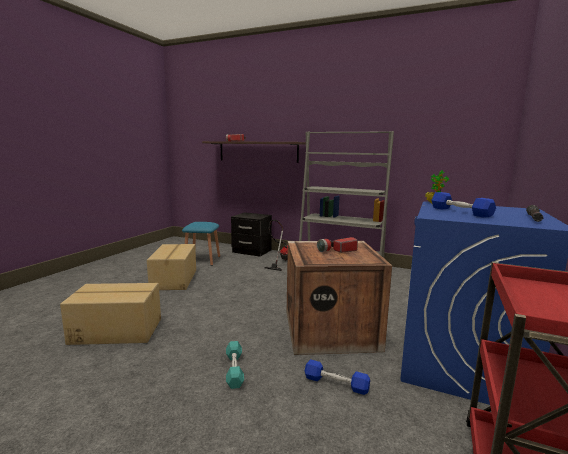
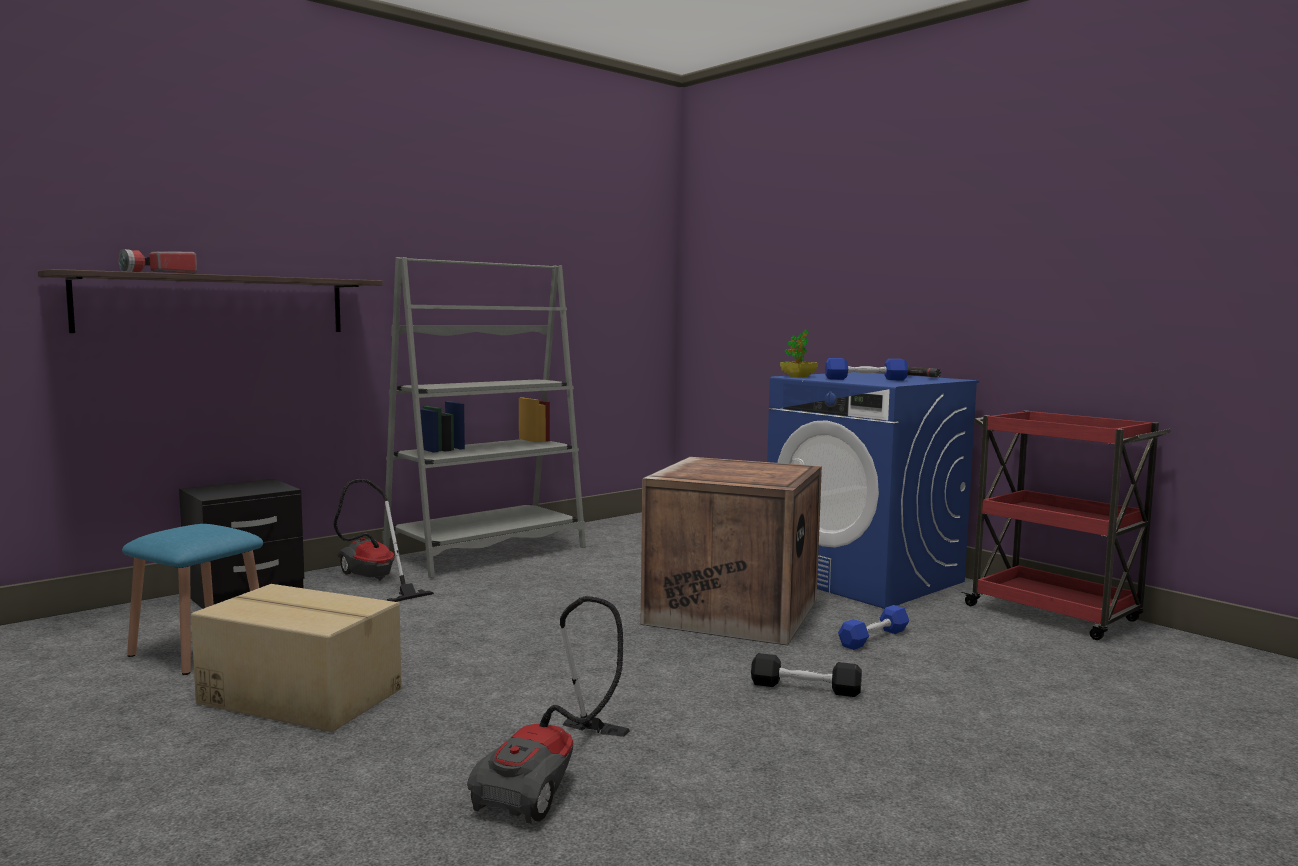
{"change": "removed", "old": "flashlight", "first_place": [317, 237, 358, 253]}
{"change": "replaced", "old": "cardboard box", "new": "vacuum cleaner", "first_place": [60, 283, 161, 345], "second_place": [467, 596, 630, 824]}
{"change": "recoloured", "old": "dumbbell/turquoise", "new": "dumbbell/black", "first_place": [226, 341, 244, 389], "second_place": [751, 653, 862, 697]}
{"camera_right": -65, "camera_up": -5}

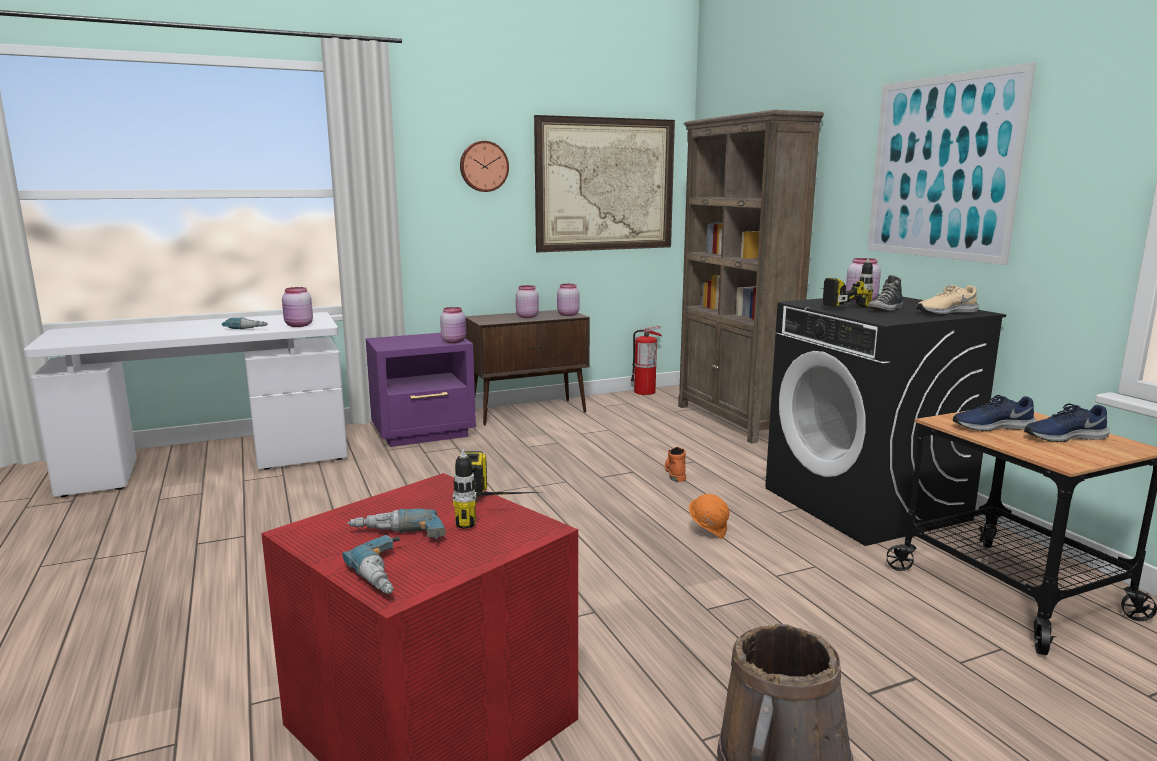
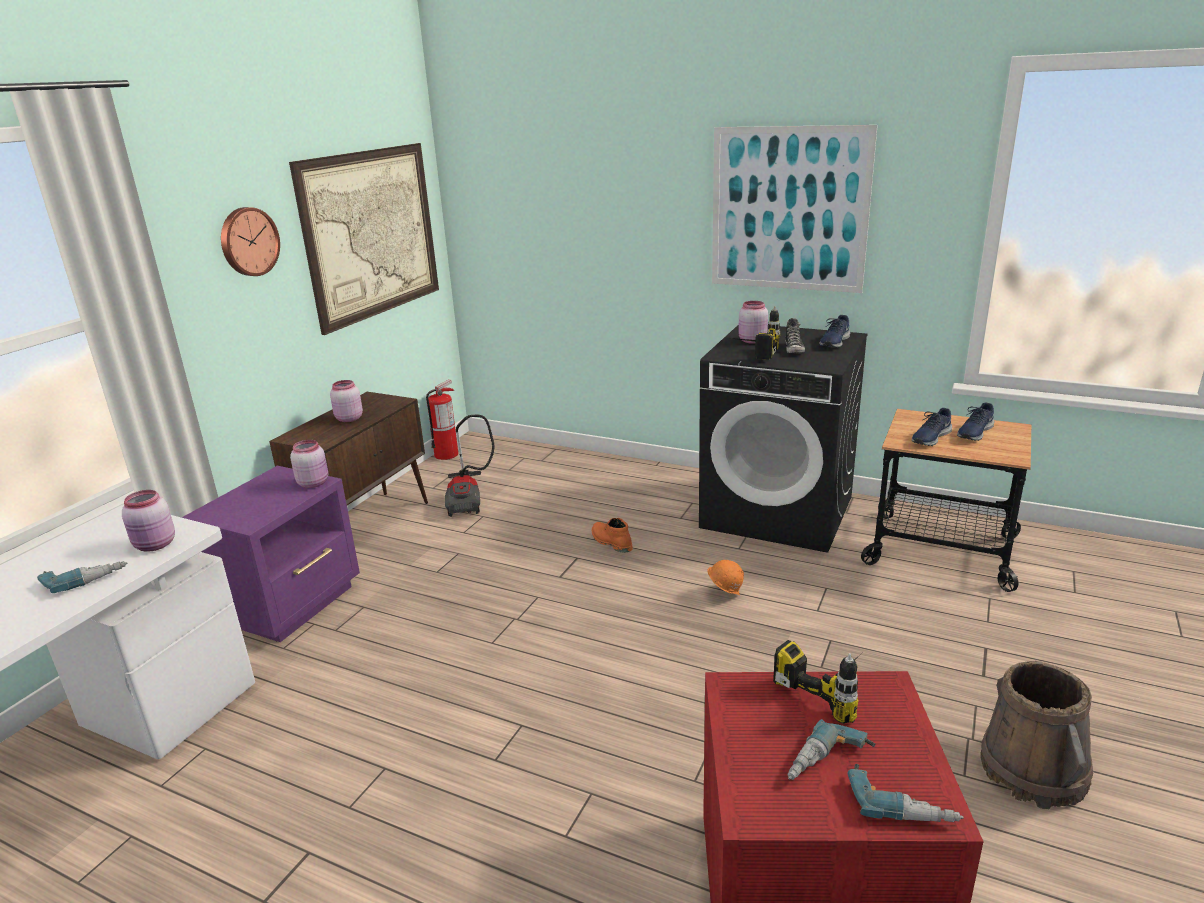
{"change": "removed", "old": "jar/pink", "first_place": [557, 284, 580, 316]}
{"change": "removed", "old": "bookcase/brown", "first_place": [678, 110, 824, 443]}
{"change": "added", "new": "vacuum cleaner", "second_place": [445, 414, 494, 517]}
{"change": "recoloured", "old": "shoe/beige", "new": "shoe/blue", "first_place": [917, 285, 979, 315], "second_place": [819, 315, 850, 348]}
{"camera_right": -40, "camera_up": 10}

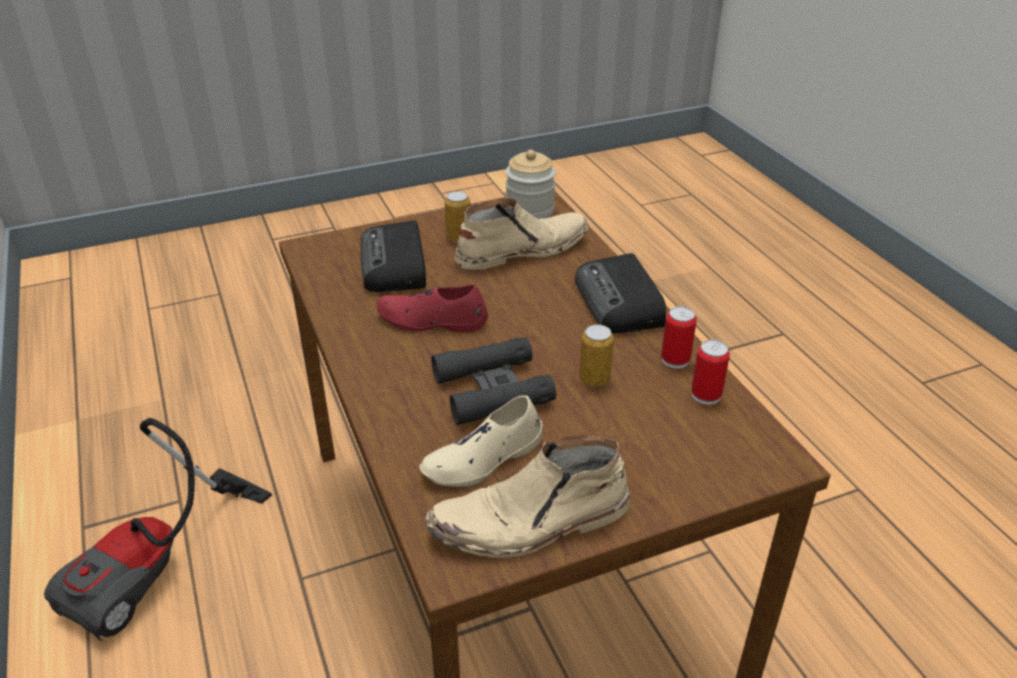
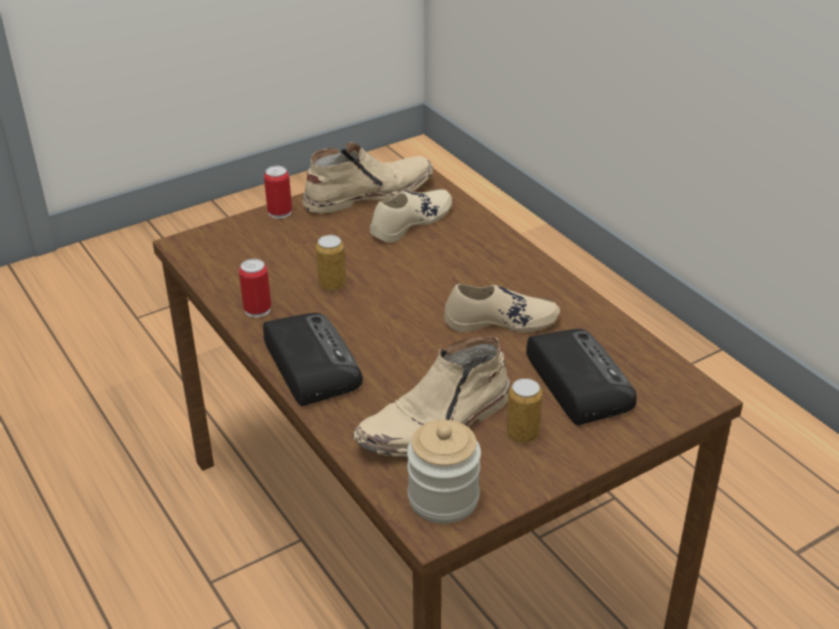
{"change": "removed", "old": "vacuum cleaner", "first_place": [44, 418, 272, 641]}
{"change": "removed", "old": "binoculars/black", "first_place": [431, 337, 556, 425]}
{"change": "moved", "old": "can", "first_place": [691, 340, 730, 405], "second_place": [264, 166, 292, 219]}
{"change": "recoloured", "old": "shoe/red", "new": "shoe/beige", "first_place": [376, 284, 488, 333], "second_place": [444, 284, 560, 333]}
{"camera_right": 170, "camera_up": 0}

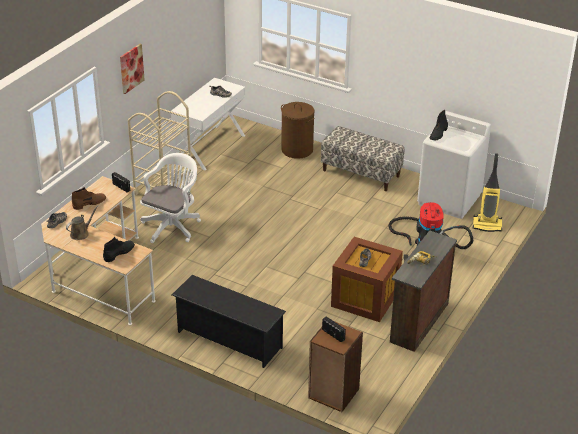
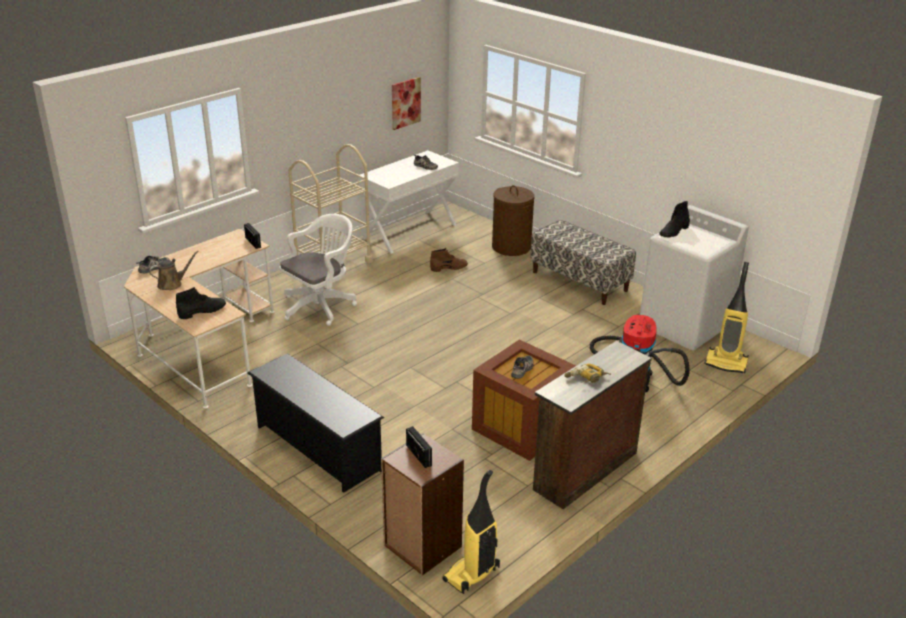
{"change": "added", "new": "vacuum cleaner", "second_place": [442, 470, 500, 594]}
{"change": "moved", "old": "boot/brown", "first_place": [72, 187, 106, 210], "second_place": [430, 248, 468, 272]}
{"change": "moved", "old": "picture", "first_place": [120, 44, 145, 94], "second_place": [392, 77, 421, 130]}
{"camera_right": 15, "camera_up": -5}

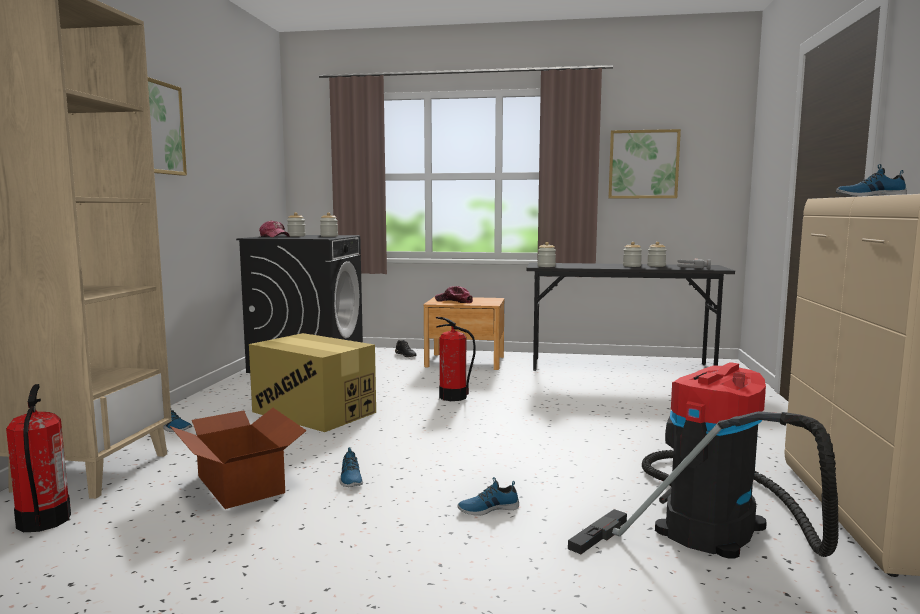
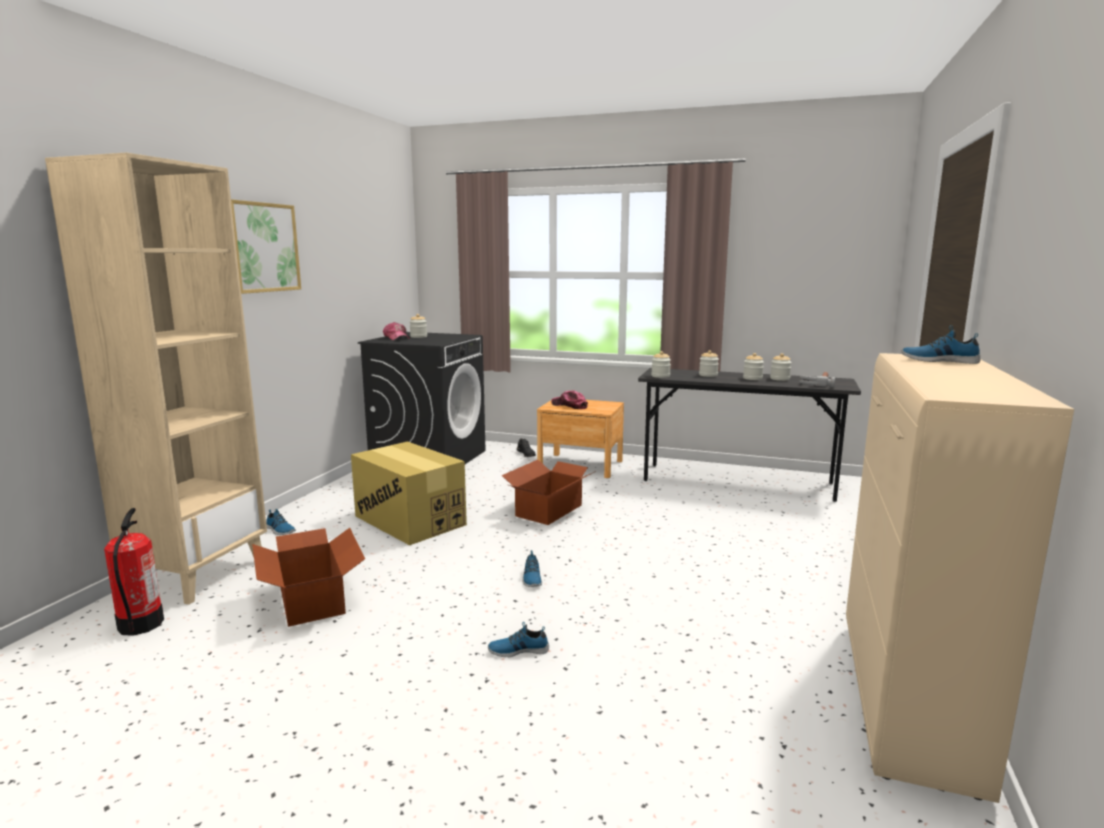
{"change": "removed", "old": "vacuum cleaner", "first_place": [568, 362, 839, 559]}
{"change": "removed", "old": "picture", "first_place": [608, 129, 681, 198]}
{"change": "moved", "old": "jar", "first_place": [320, 212, 338, 237], "second_place": [699, 350, 719, 377]}
{"change": "moved", "old": "shoe", "first_place": [339, 447, 363, 487], "second_place": [522, 550, 542, 587]}
{"change": "replaced", "old": "fire extinguisher", "new": "cardboard box", "first_place": [436, 317, 476, 401], "second_place": [502, 460, 596, 525]}
{"camera_right": 10, "camera_up": 5}

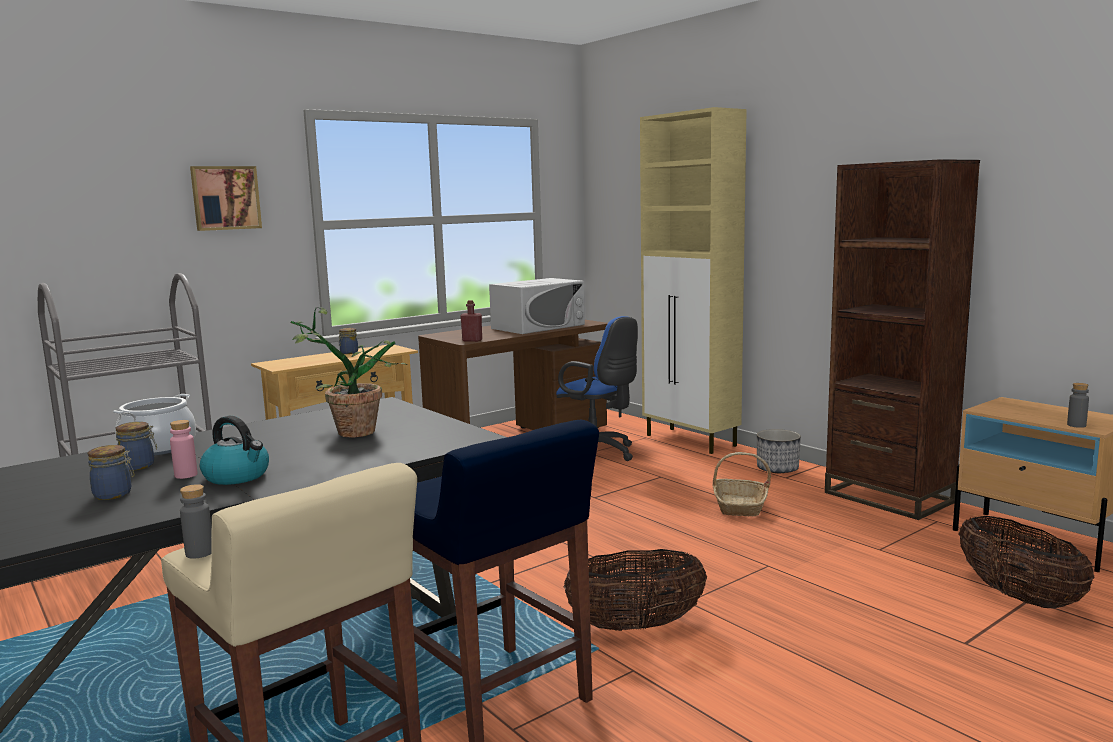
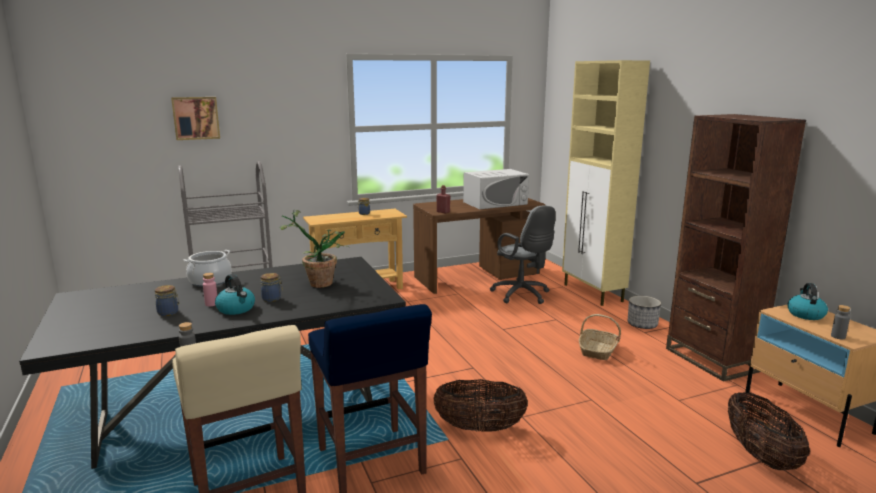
{"change": "added", "new": "kettle", "second_place": [787, 283, 828, 320]}
{"change": "moved", "old": "jar", "first_place": [115, 422, 157, 471], "second_place": [261, 273, 283, 302]}
{"change": "moved", "old": "picture", "first_place": [190, 166, 262, 231], "second_place": [171, 97, 220, 140]}
{"change": "recoloured", "old": "office chair/blue", "new": "office chair/grey", "first_place": [556, 316, 638, 461], "second_place": [490, 205, 556, 304]}
{"camera_right": 15, "camera_up": 5}

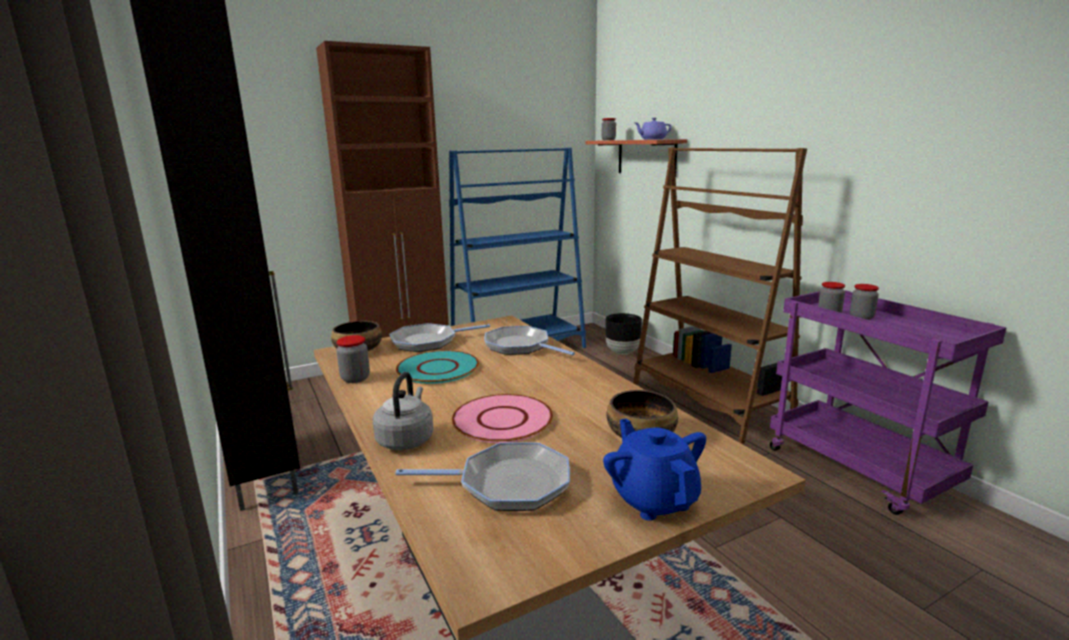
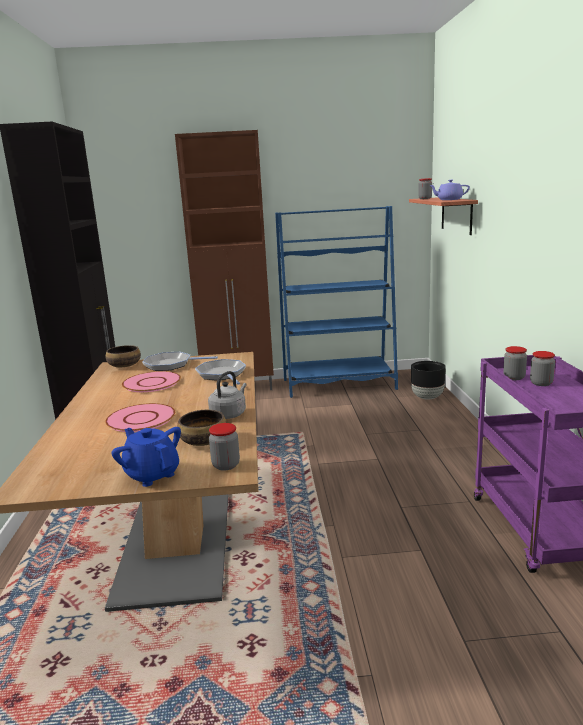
{"change": "removed", "old": "frying pan", "first_place": [395, 442, 570, 511]}
{"change": "removed", "old": "bookcase/brown", "first_place": [633, 147, 807, 444]}
{"change": "moved", "old": "jar", "first_place": [336, 335, 370, 383], "second_place": [209, 423, 240, 471]}
{"change": "moved", "old": "kettle/grey", "first_place": [373, 372, 434, 450], "second_place": [208, 371, 247, 419]}
{"change": "recoloured", "old": "plate/turquoise", "new": "plate/pink", "first_place": [396, 350, 479, 384], "second_place": [122, 371, 181, 392]}
{"change": "turned", "old": "teapot/blue", "first_place": [603, 418, 706, 521], "second_place": [111, 427, 181, 487], "degrees": -45}
{"camera_right": 25, "camera_up": 0}

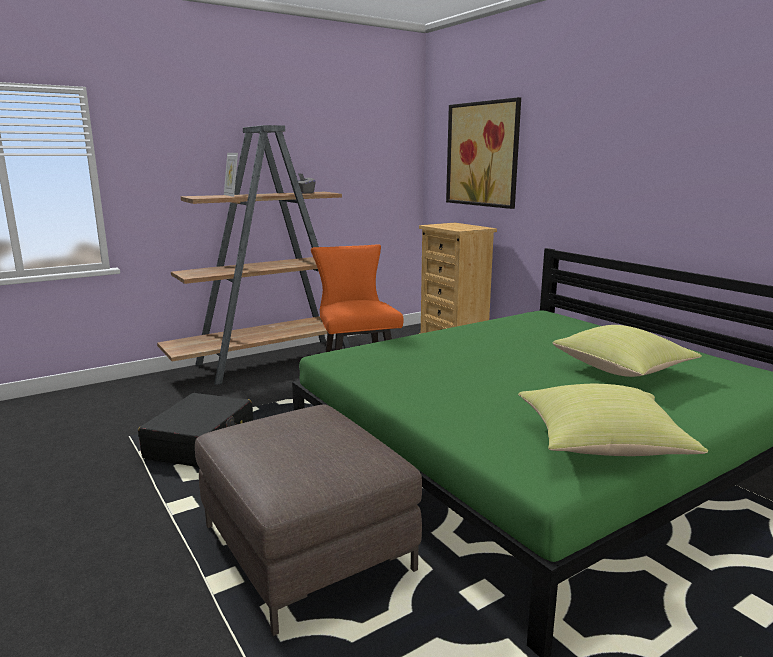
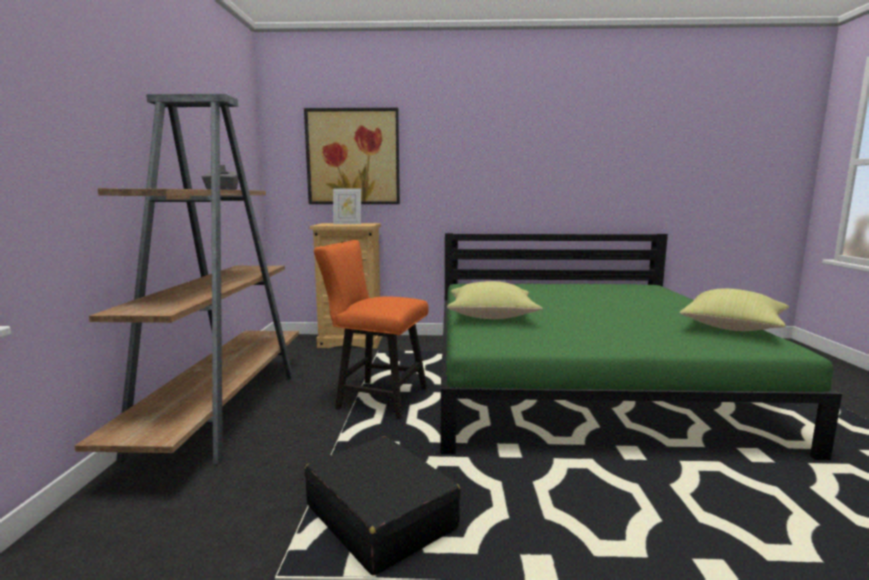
{"change": "removed", "old": "ottoman/brown", "first_place": [195, 404, 422, 636]}
{"change": "moved", "old": "picture frame", "first_place": [224, 153, 238, 197], "second_place": [333, 189, 361, 224]}
{"change": "moved", "old": "pillow/yellow", "first_place": [553, 325, 702, 377], "second_place": [447, 281, 542, 319]}
{"camera_right": -55, "camera_up": -5}

